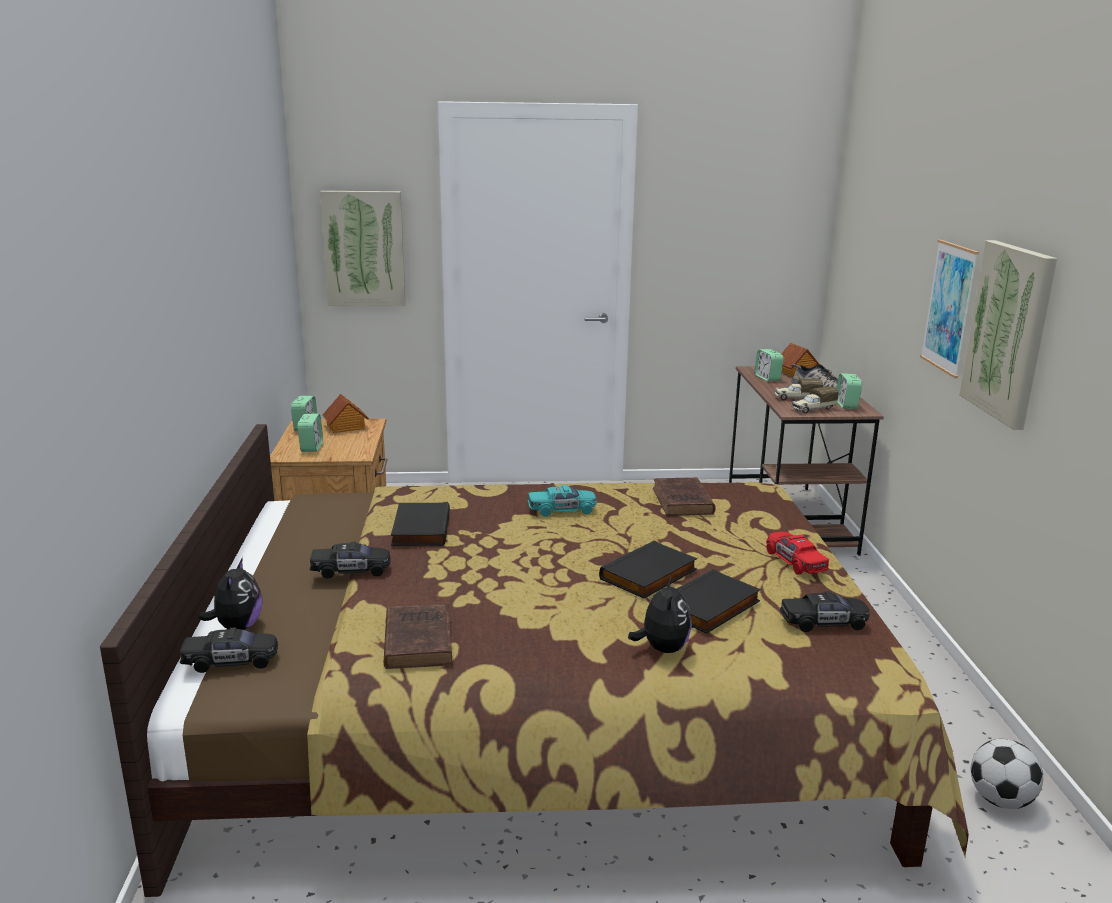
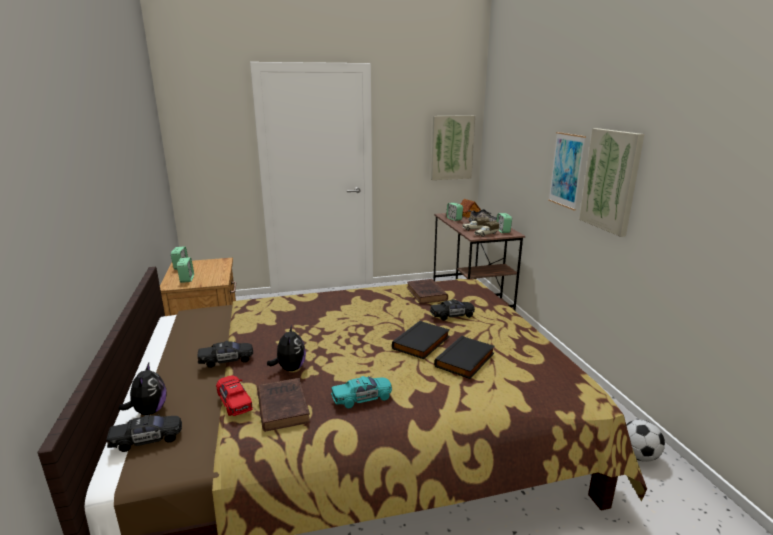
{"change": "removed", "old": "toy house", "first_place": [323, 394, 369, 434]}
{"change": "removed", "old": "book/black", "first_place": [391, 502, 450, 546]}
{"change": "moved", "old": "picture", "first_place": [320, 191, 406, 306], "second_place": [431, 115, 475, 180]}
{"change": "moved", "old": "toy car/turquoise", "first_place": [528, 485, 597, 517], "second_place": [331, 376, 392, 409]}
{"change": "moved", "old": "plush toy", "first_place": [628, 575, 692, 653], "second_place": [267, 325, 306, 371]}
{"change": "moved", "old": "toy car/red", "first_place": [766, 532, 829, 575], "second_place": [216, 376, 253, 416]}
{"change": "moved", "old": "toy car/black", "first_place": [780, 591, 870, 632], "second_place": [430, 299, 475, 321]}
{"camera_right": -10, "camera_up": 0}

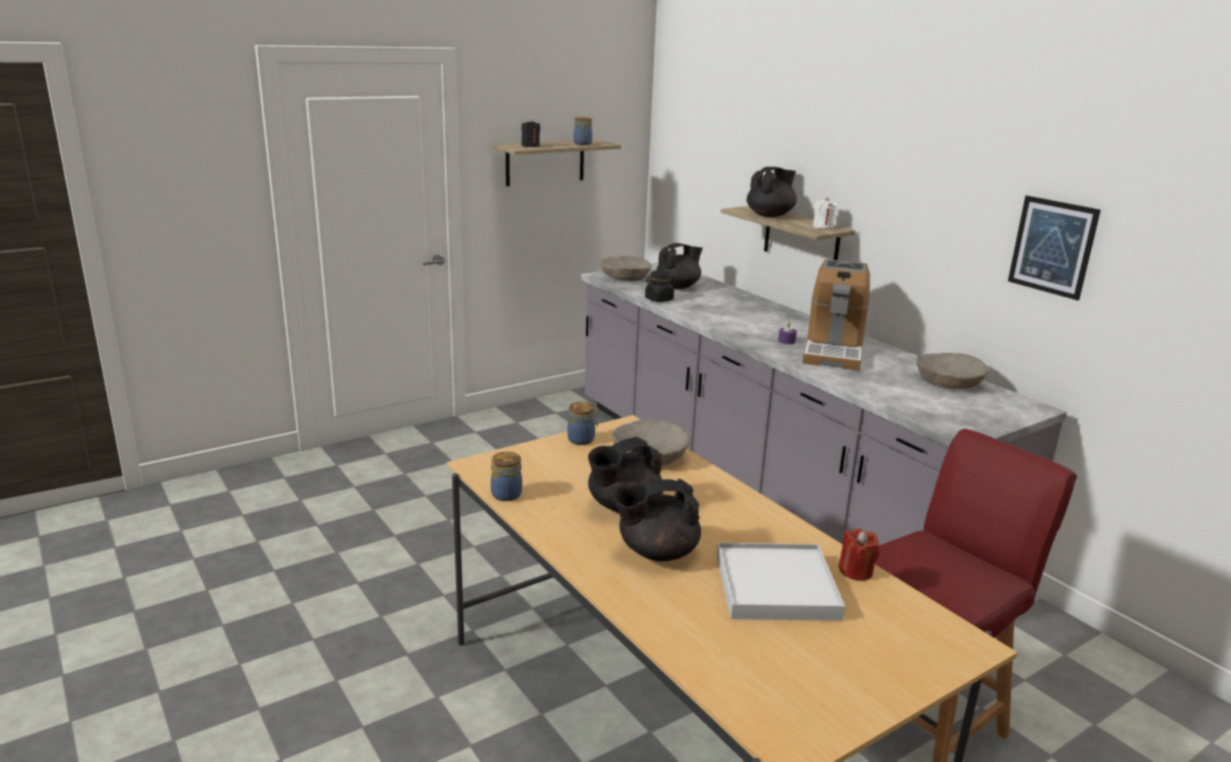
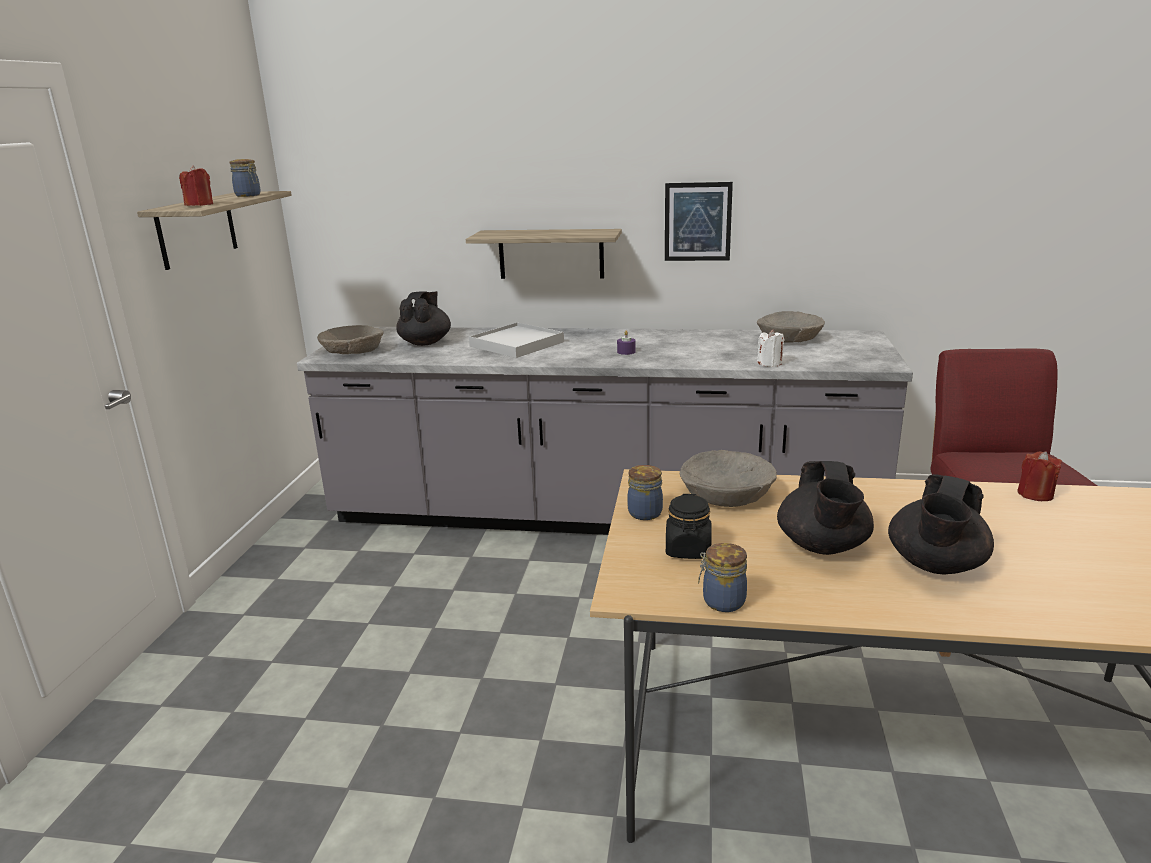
{"change": "removed", "old": "teapot/black", "first_place": [746, 167, 797, 217]}
{"change": "removed", "old": "coffee machine", "first_place": [803, 259, 870, 371]}
{"change": "moved", "old": "jar/black", "first_place": [645, 271, 674, 302], "second_place": [666, 494, 712, 559]}
{"change": "moved", "old": "tray/white", "first_place": [716, 543, 845, 621], "second_place": [469, 322, 564, 358]}
{"change": "moved", "old": "candle/white", "first_place": [813, 198, 837, 229], "second_place": [757, 329, 784, 367]}
{"change": "moved", "old": "picture", "first_place": [1008, 196, 1101, 300], "second_place": [665, 182, 733, 261]}
{"change": "recoloured", "old": "candle/black", "new": "candle/red", "first_place": [521, 119, 540, 147], "second_place": [179, 165, 213, 206]}
{"camera_right": -45, "camera_up": 0}

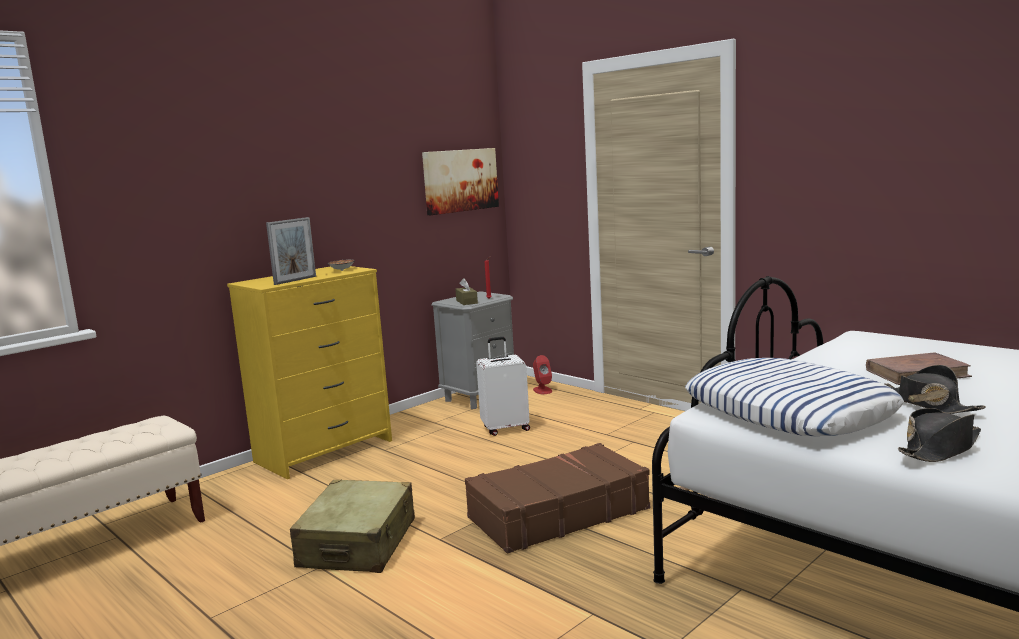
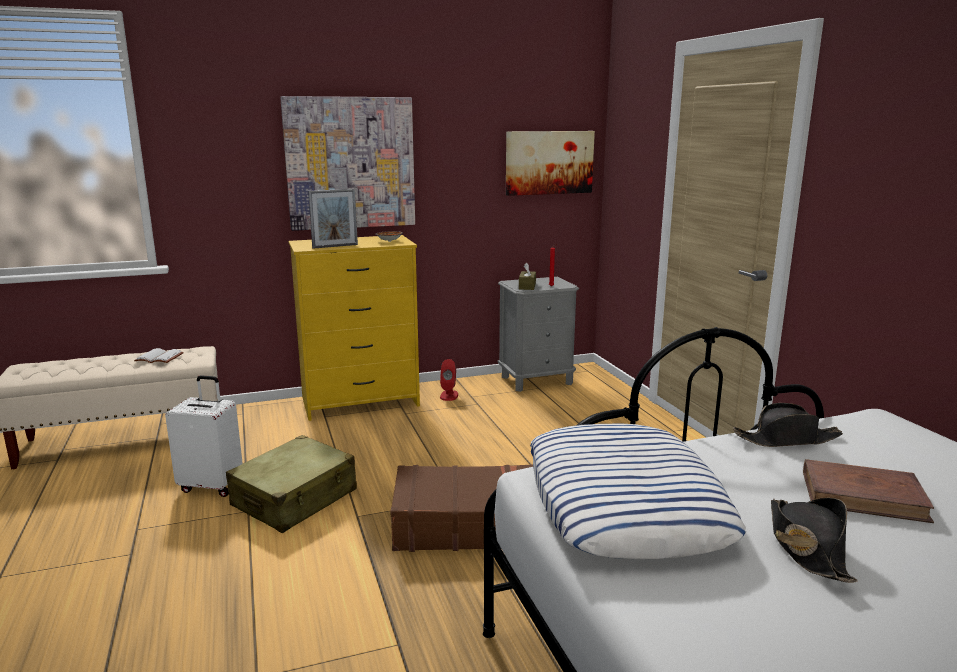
{"change": "added", "new": "book/white", "second_place": [134, 348, 184, 363]}
{"change": "added", "new": "picture", "second_place": [280, 96, 415, 231]}
{"change": "moved", "old": "suitcase/white", "first_place": [476, 337, 530, 436], "second_place": [165, 375, 243, 497]}
{"change": "moved", "old": "speaker/red", "first_place": [533, 355, 552, 394], "second_place": [440, 359, 458, 401]}
{"change": "moved", "old": "hat/black", "first_place": [898, 408, 981, 462], "second_place": [734, 403, 843, 447]}
{"camera_right": 25, "camera_up": 5}

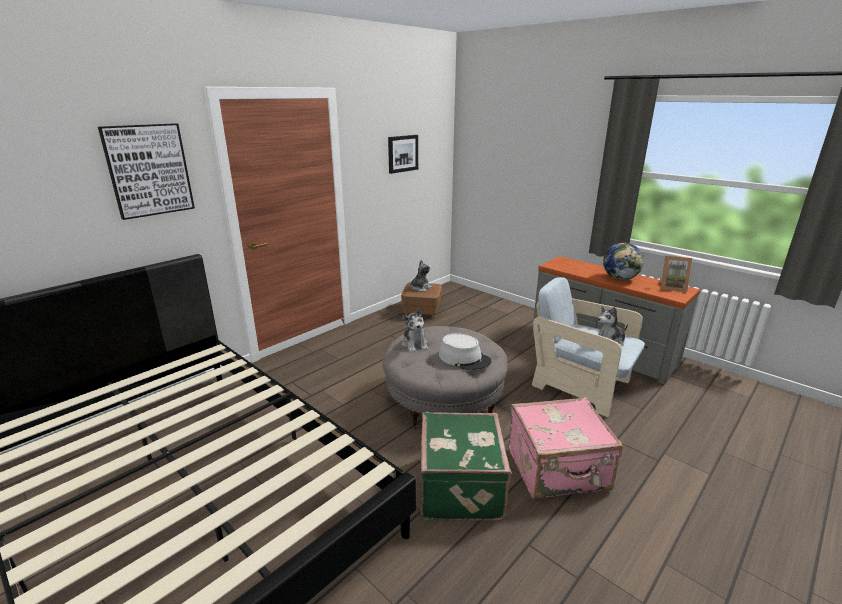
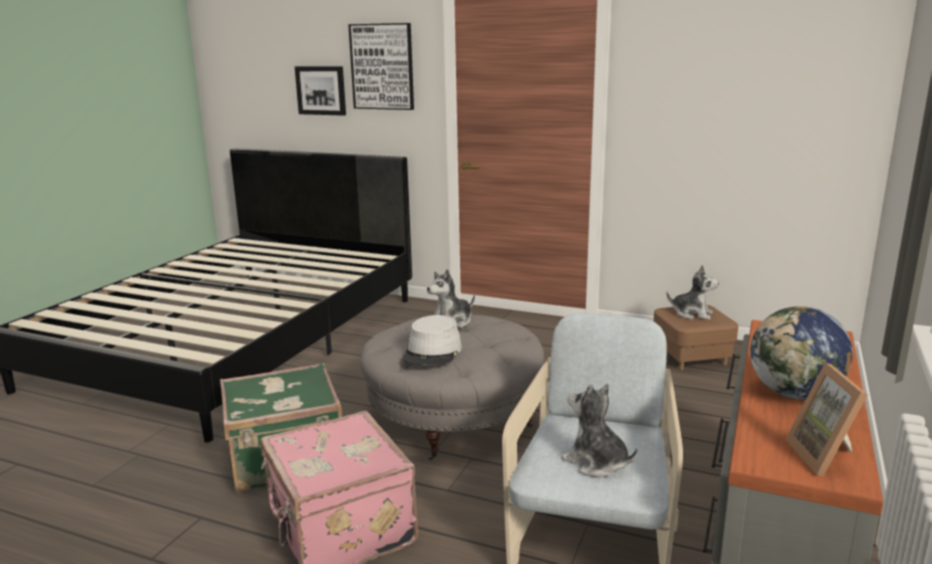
{"change": "moved", "old": "picture", "first_place": [388, 135, 418, 174], "second_place": [295, 66, 346, 116]}
{"camera_right": 70, "camera_up": -5}

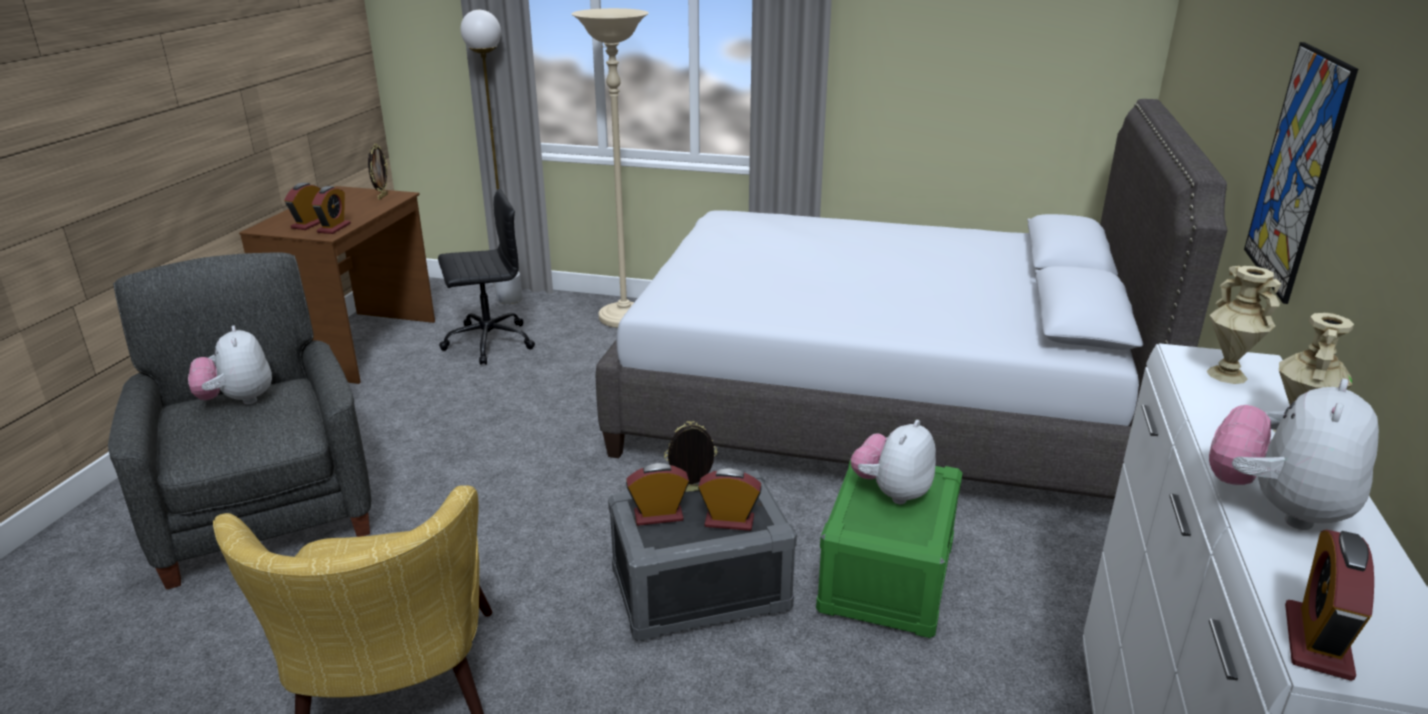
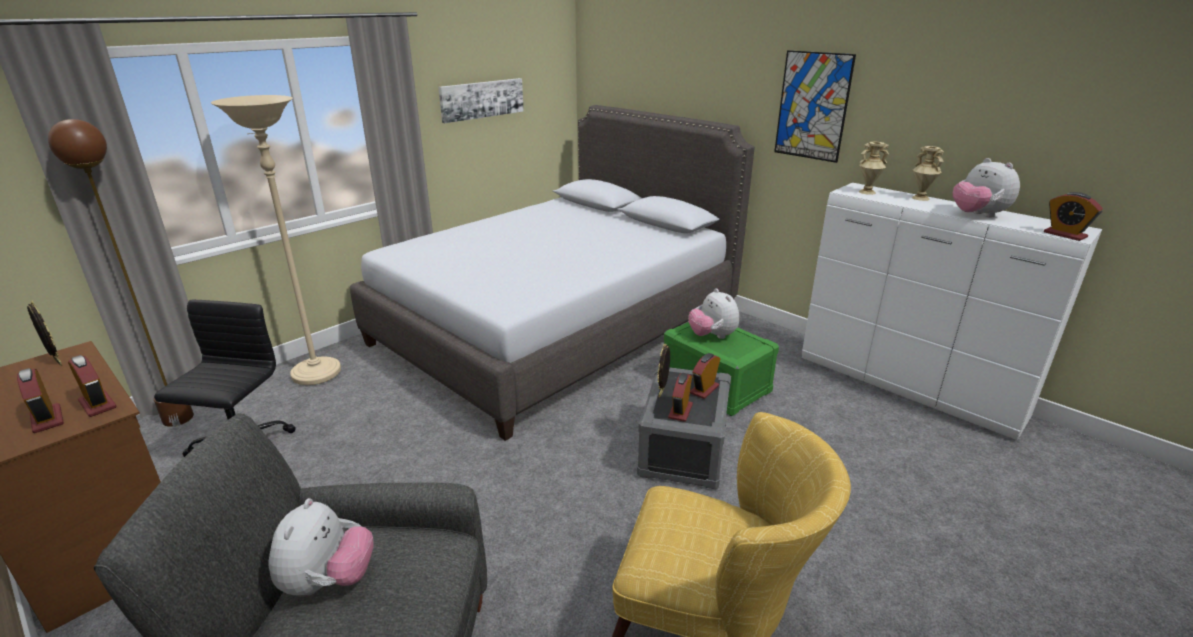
{"change": "added", "new": "picture", "second_place": [438, 78, 524, 123]}
{"change": "recoloured", "old": "floor lamp/white", "new": "floor lamp/brown", "first_place": [460, 10, 522, 304], "second_place": [48, 119, 194, 427]}
{"change": "turned", "old": "plush toy", "first_place": [188, 325, 272, 404], "second_place": [269, 498, 374, 595], "degrees": -90}
{"camera_right": -60, "camera_up": 0}

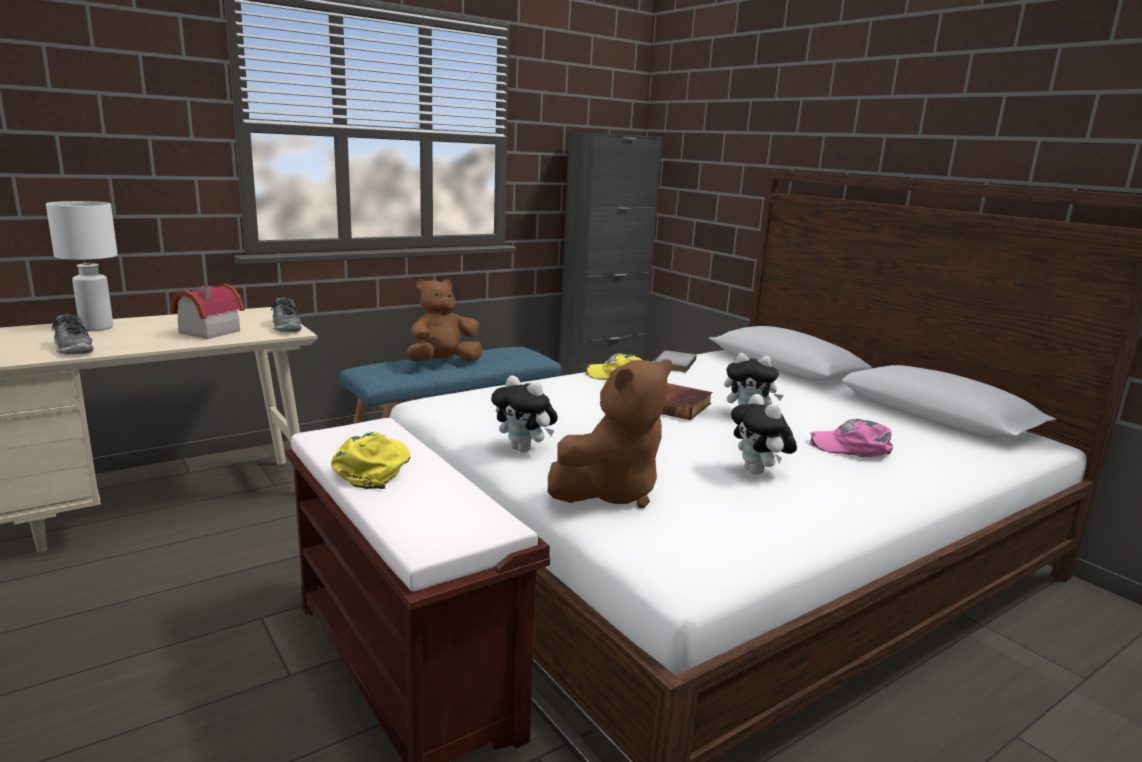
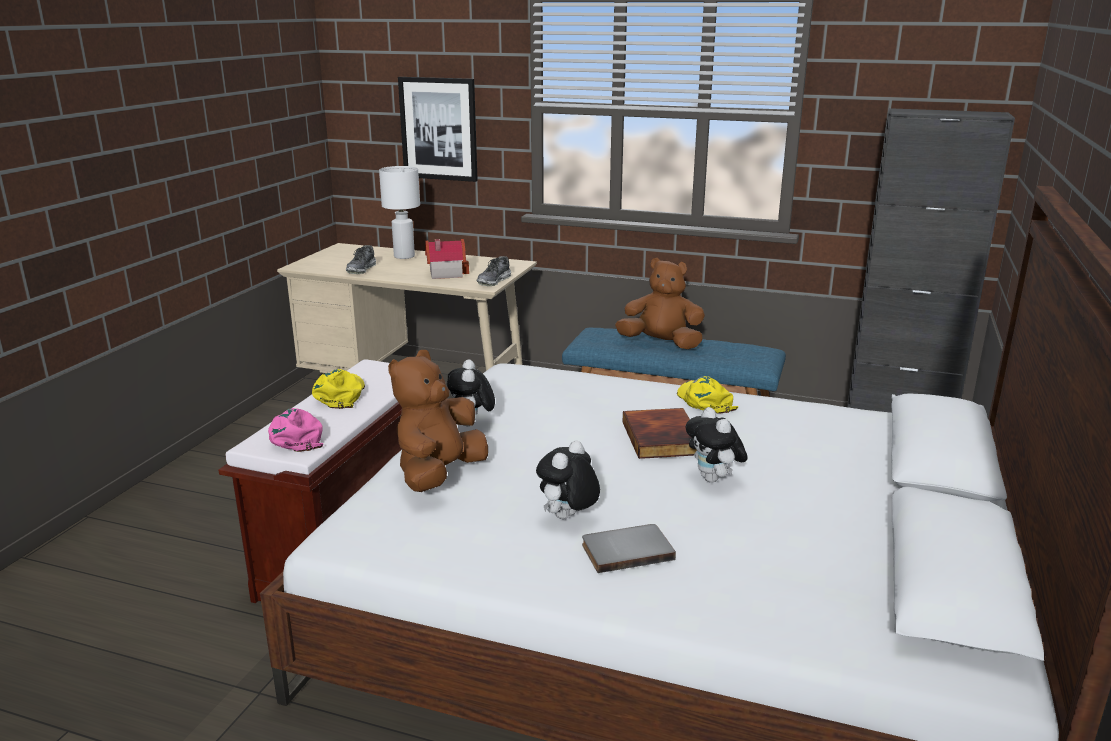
{"change": "added", "new": "picture", "second_place": [398, 77, 478, 182]}
{"change": "moved", "old": "book/grey", "first_place": [654, 350, 696, 372], "second_place": [582, 524, 676, 573]}
{"change": "moved", "old": "cap/pink", "first_place": [810, 419, 893, 457], "second_place": [268, 408, 323, 452]}
{"change": "turned", "old": "cap/yellow", "first_place": [331, 432, 410, 489], "second_place": [312, 369, 365, 409], "degrees": -60}
{"change": "turned", "old": "plush toy/brown", "first_place": [548, 359, 672, 508], "second_place": [388, 350, 488, 492], "degrees": 105}
{"camera_right": 55, "camera_up": 5}

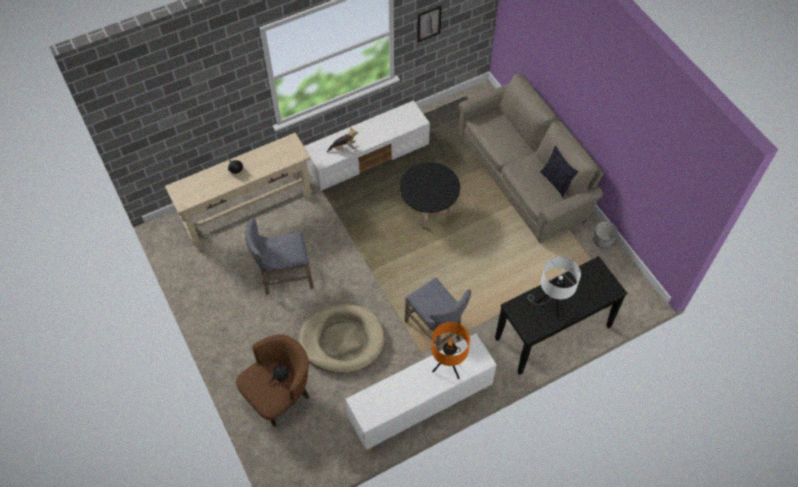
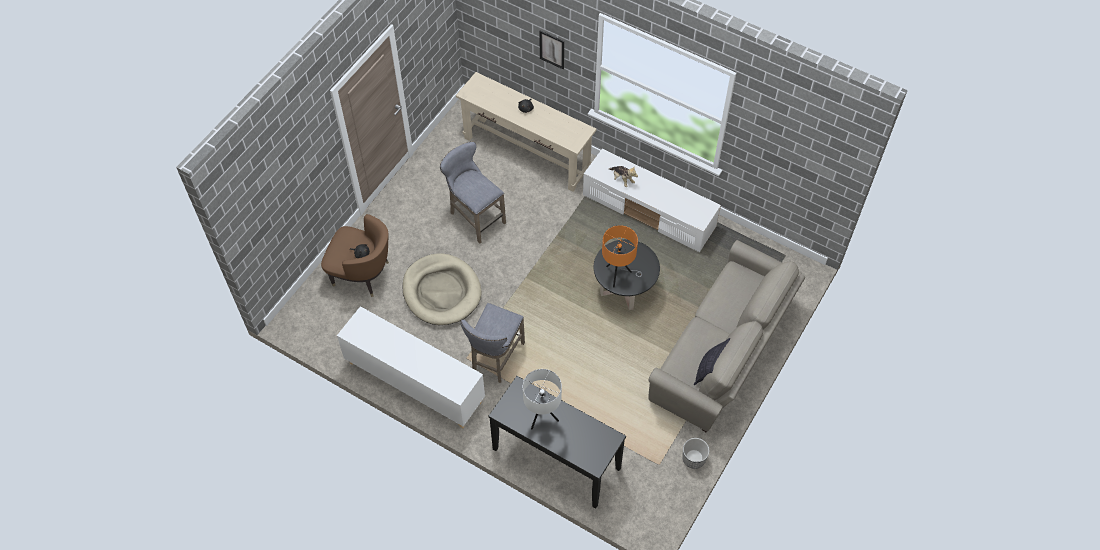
{"change": "moved", "old": "picture", "first_place": [417, 6, 442, 42], "second_place": [539, 30, 564, 69]}
{"change": "moved", "old": "table lamp/orange", "first_place": [431, 322, 470, 379], "second_place": [602, 225, 642, 287]}
{"camera_right": 60, "camera_up": 0}

